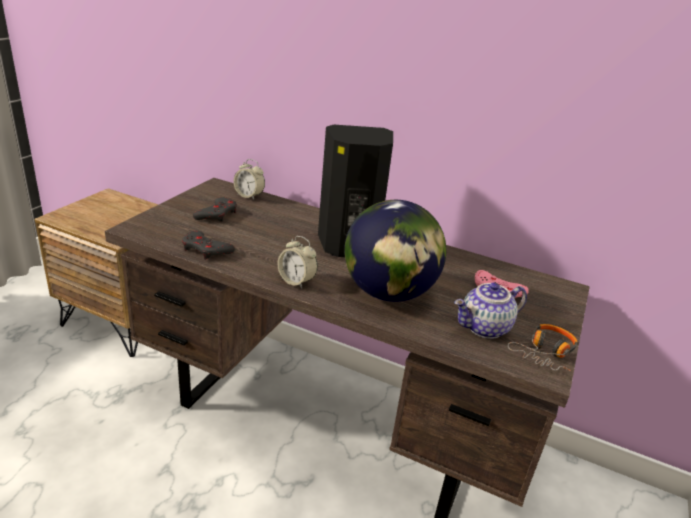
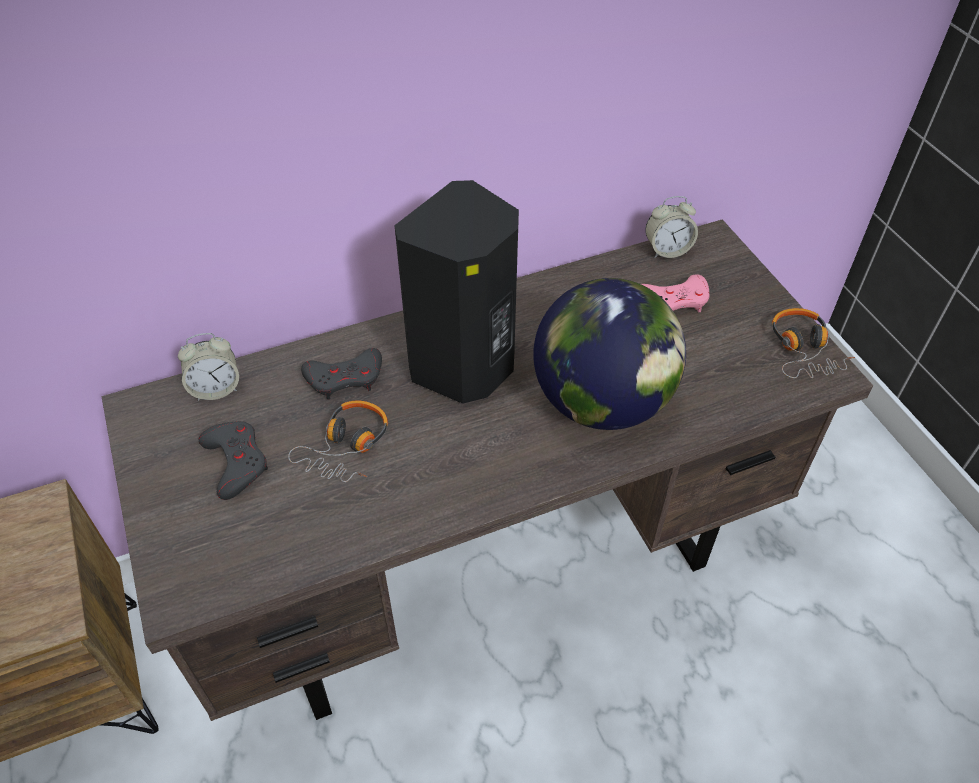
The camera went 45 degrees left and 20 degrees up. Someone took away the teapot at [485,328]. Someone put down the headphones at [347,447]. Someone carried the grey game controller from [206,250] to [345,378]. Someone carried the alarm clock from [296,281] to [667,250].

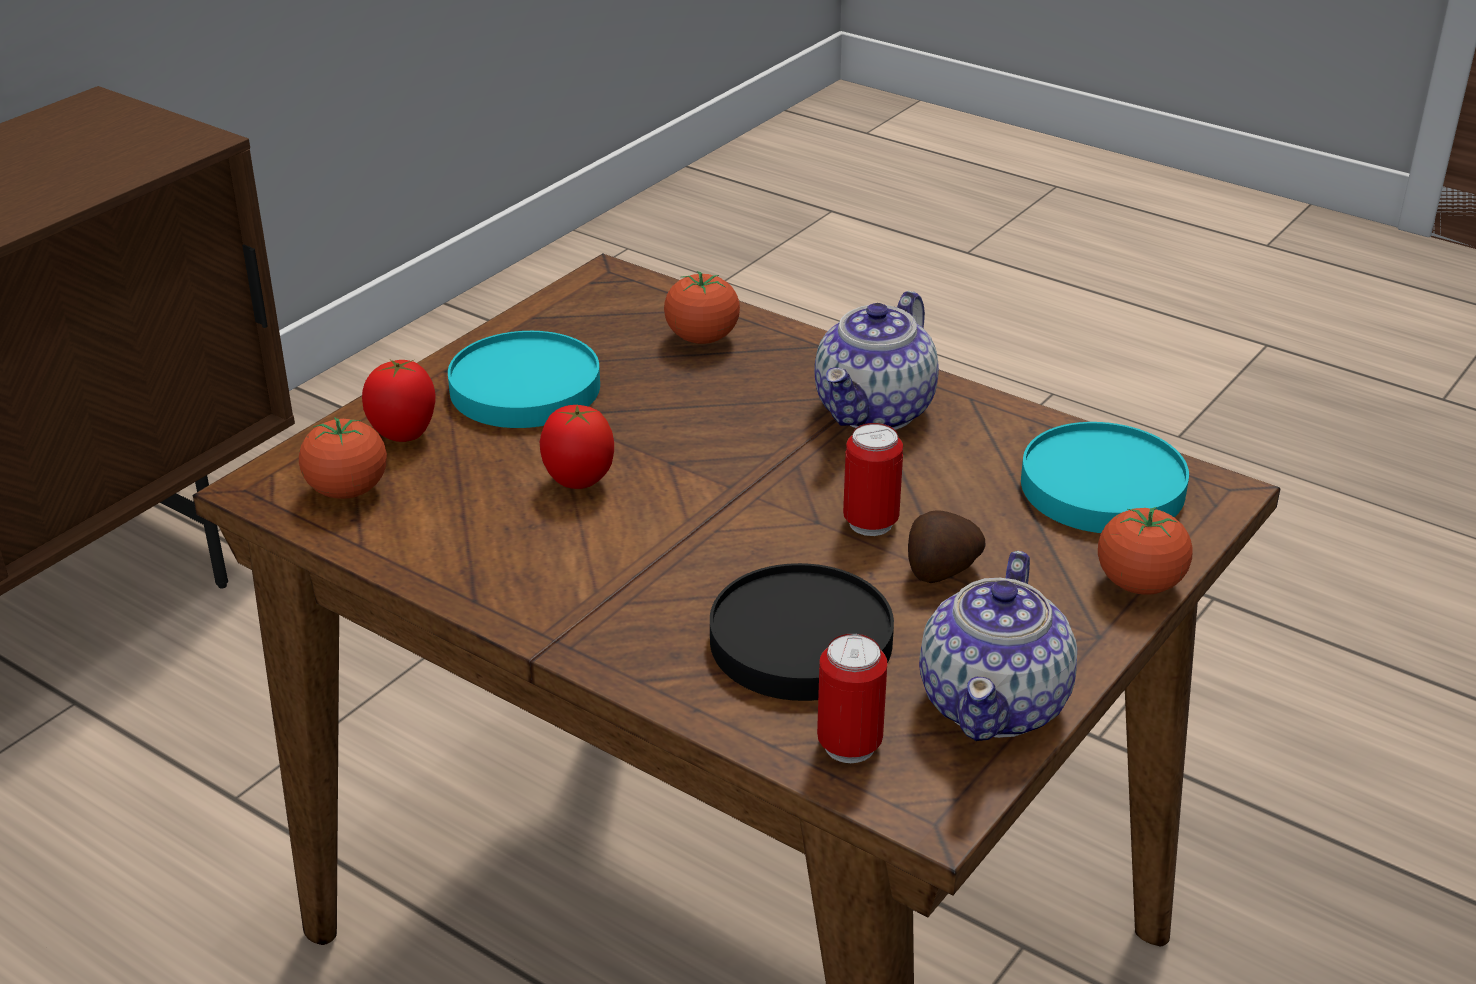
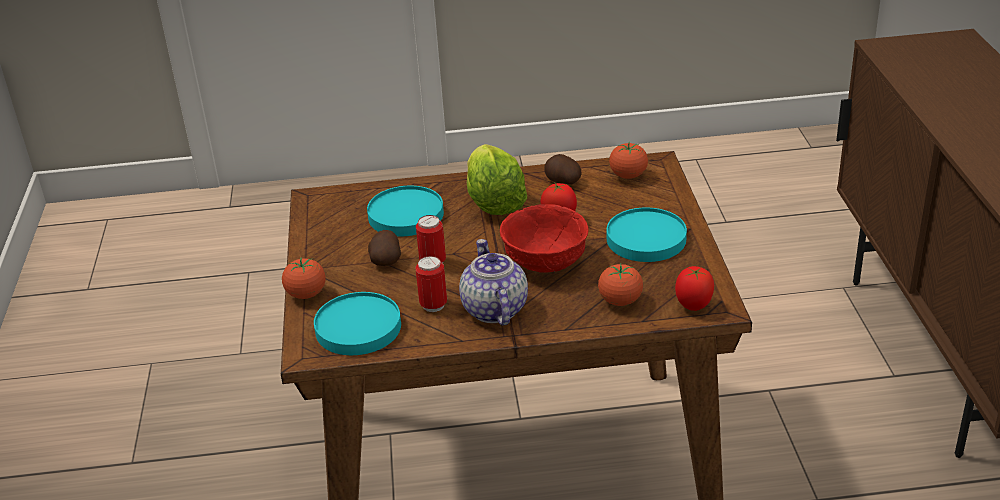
The camera went 140 degrees right and 0 degrees up. Someone took away the teapot at [995,703]. Someone put down the lettuce at [494,202]. Someone put down the red bowl at [544,261]. Someone put down the potato at [562,182]. Someone carried the tomato from [404,435] to [693,306]. Someone carried the can from [849,745] to [433,305]. Someone repainted the black plate at [802,640], which became the turquoise plate at [405,215].

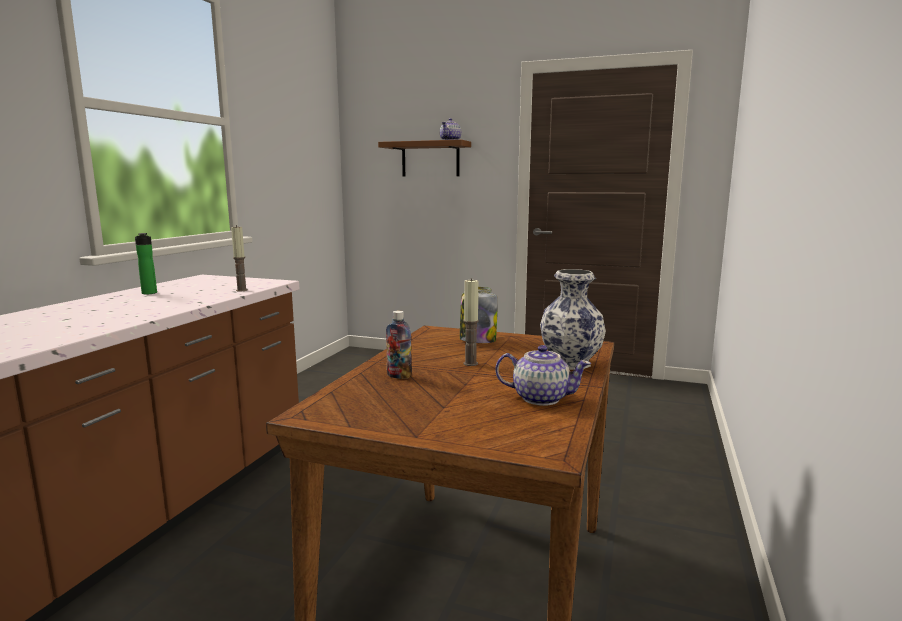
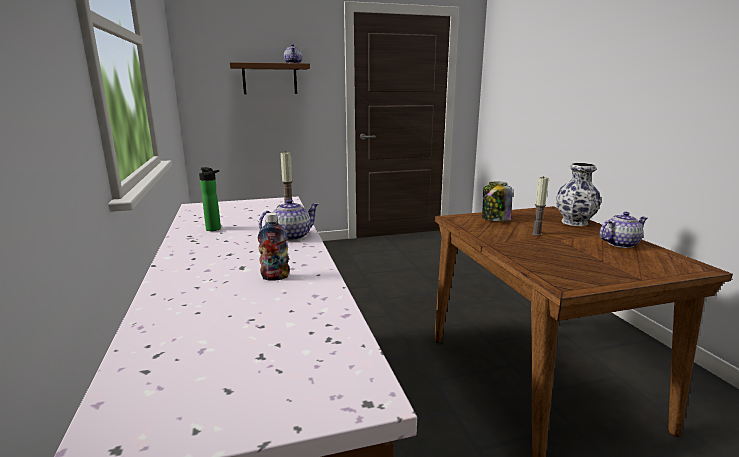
The camera went 35 degrees left and 5 degrees up. Someone put down the teapot at [290,236]. Someone carried the bottle from [399,376] to [275,277].

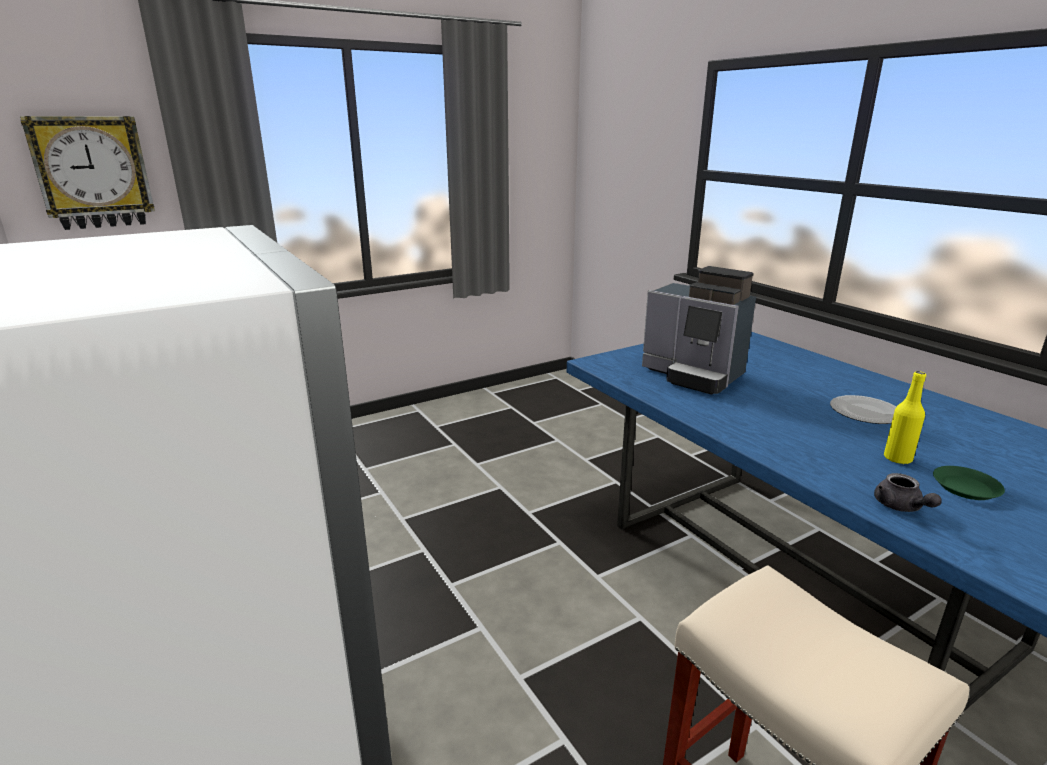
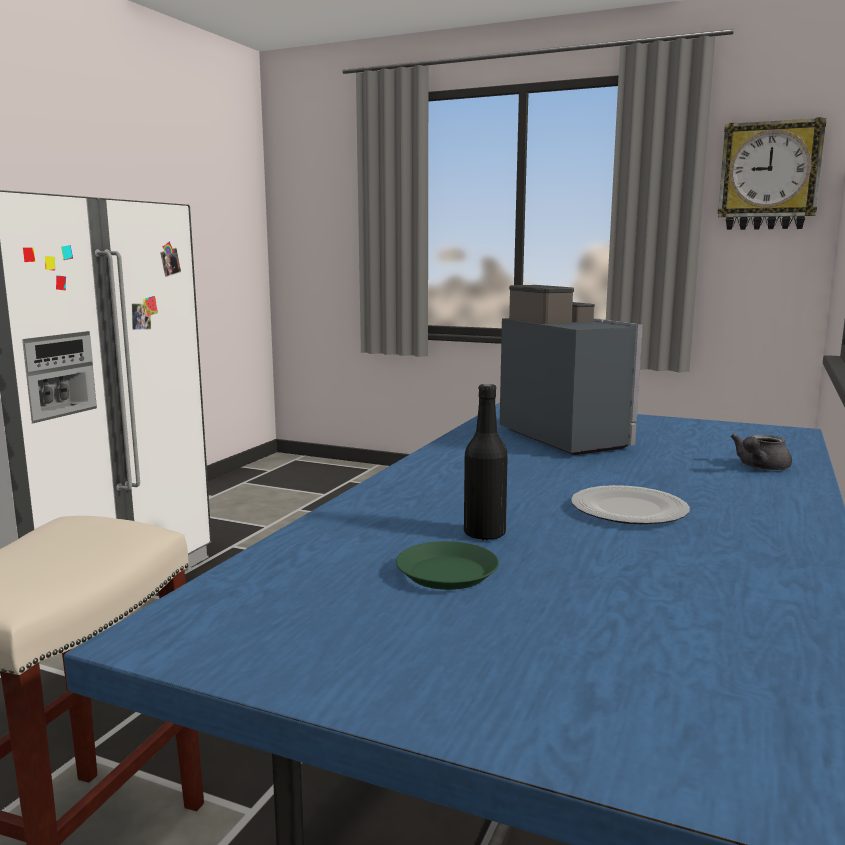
The camera went 55 degrees right and 10 degrees down. Someone carried the wall clock from [93,172] to [769,176]. Someone carried the grey teapot from [901,507] to [760,467]. Someone repainted the yellow bottle at [897,458], which became the black bottle at [484,534]. Someone rotated the coffee machine at [694,375] by 150 degrees clockwise.

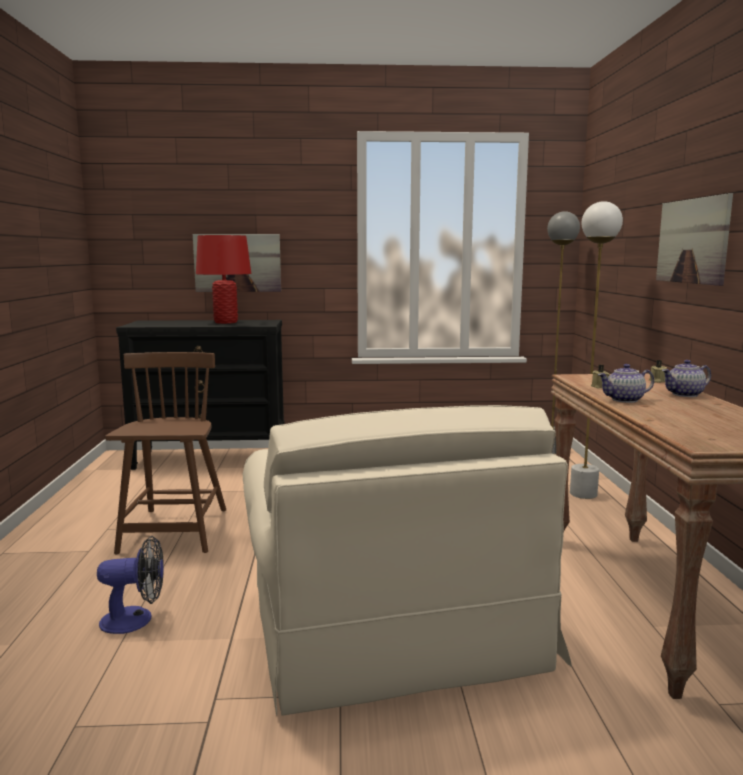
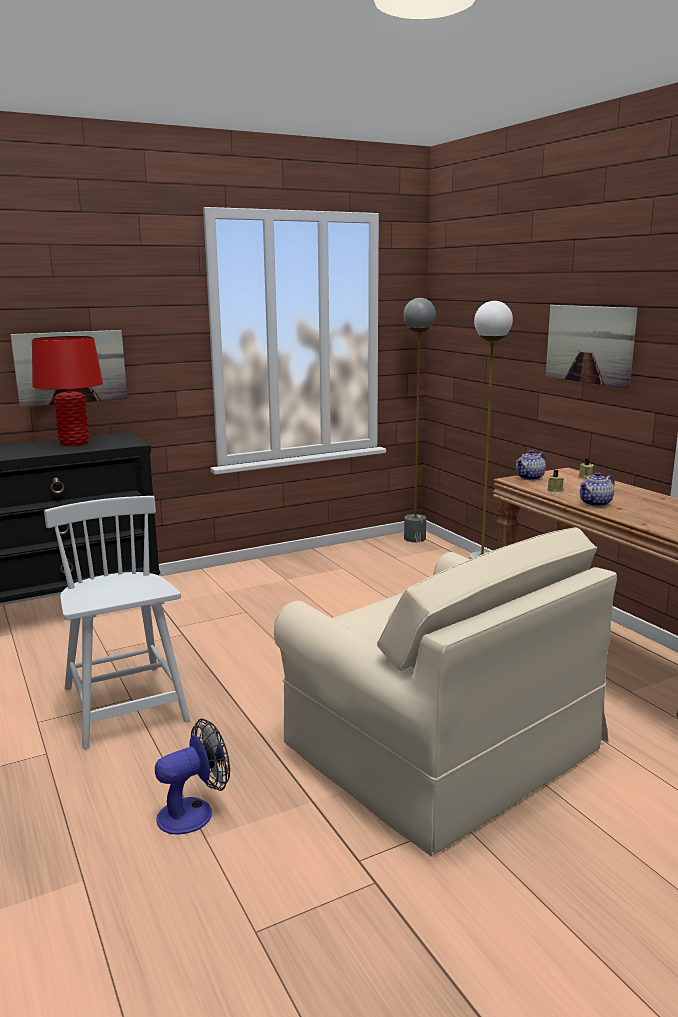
The camera went 25 degrees left and 5 degrees up. Someone carried the teapot from [685,395] to [530,478]. Someone repainted the brown chair at [174,531], which became the white chair at [125,706].

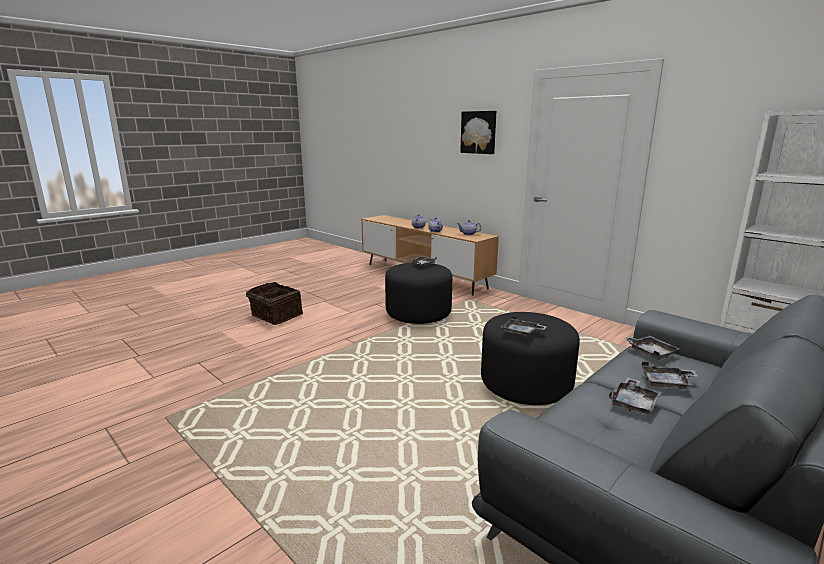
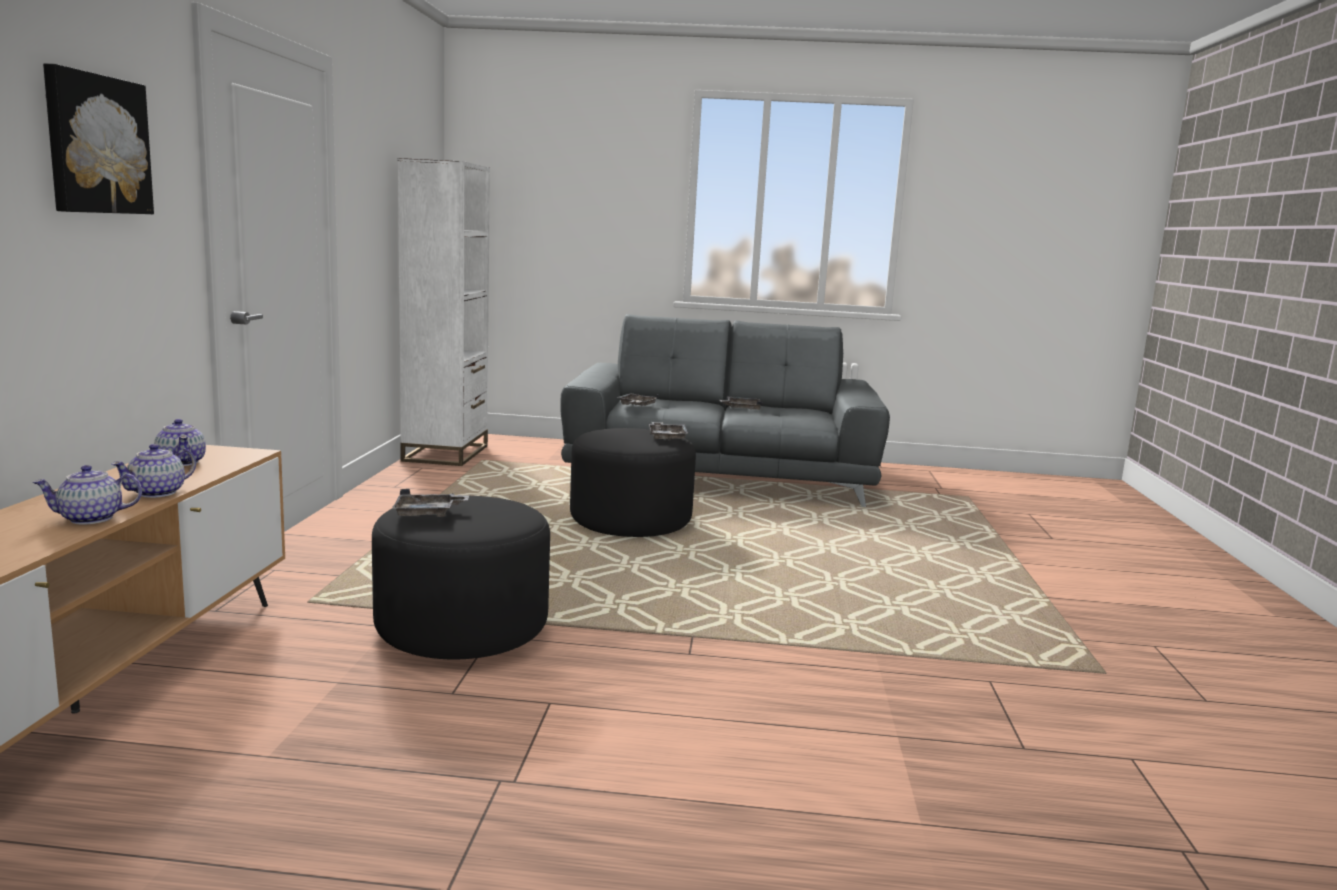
The camera went 130 degrees left and 5 degrees down. Someone took away the basket at [275,316]. Someone took away the grey tray at [667,383].

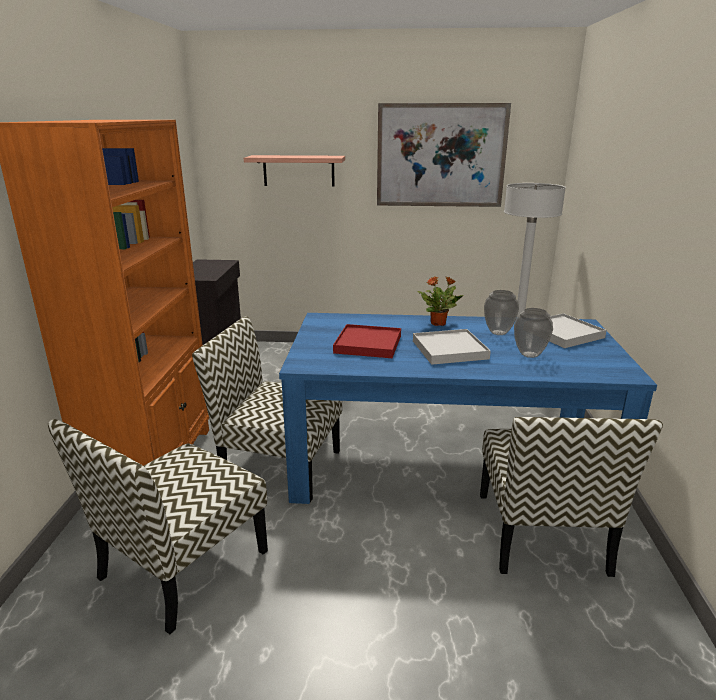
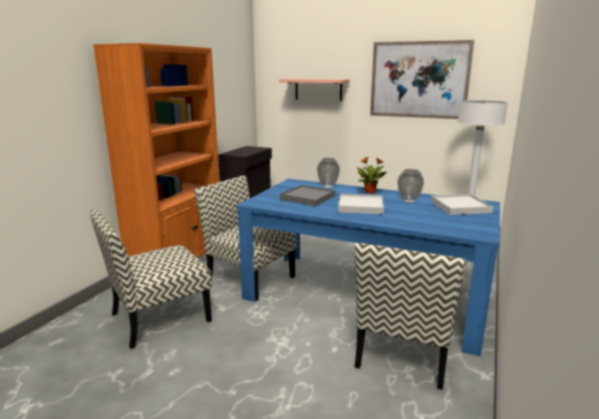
The camera went 20 degrees right and 5 degrees down. Someone carried the vase from [530,354] to [328,186]. Someone repainted the red tray at [368,344], which became the grey tray at [308,198].

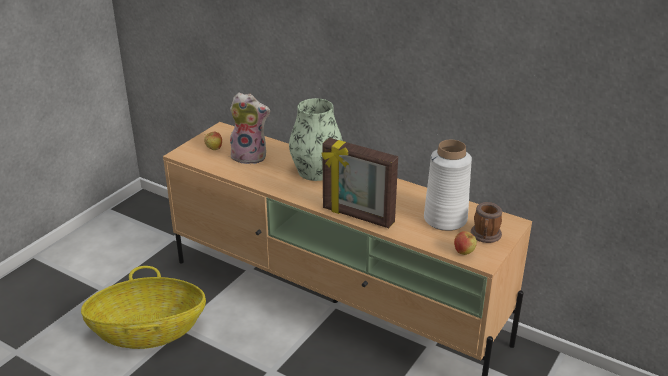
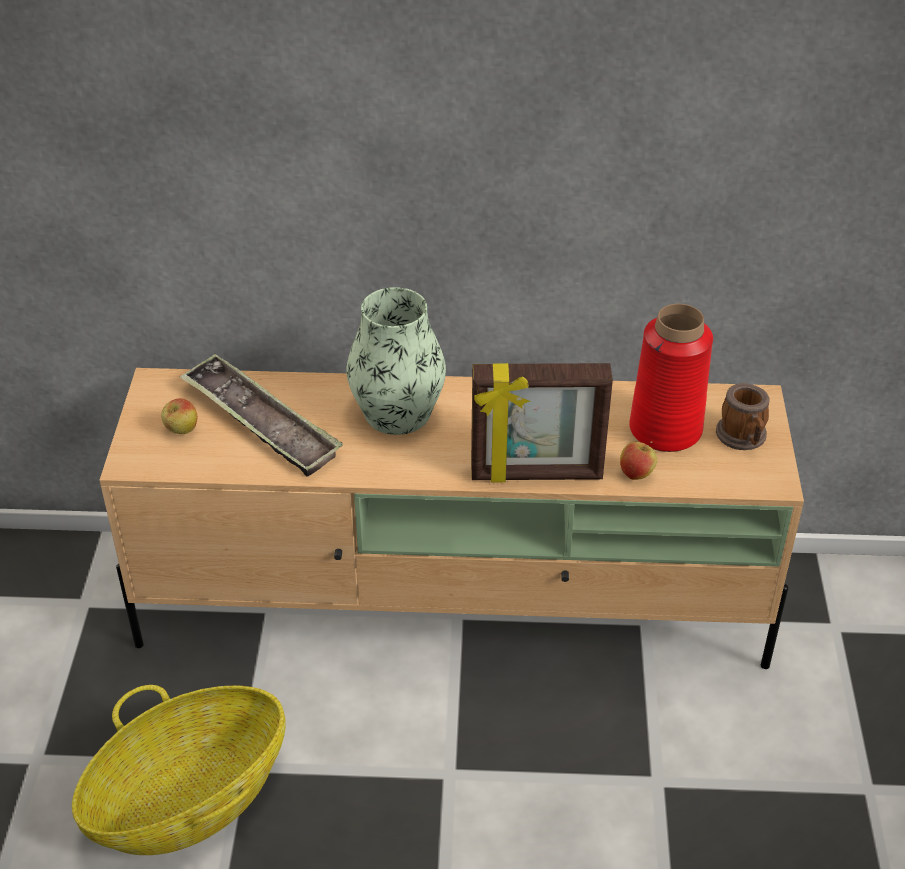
The camera went 30 degrees left and 10 degrees up. Someone carried the apple from [464,252] to [636,474]. Someone swapped the plush toy at [250,156] for the tray at [261,422]. Someone repainted the white vase at [445,219], which became the red vase at [666,429].

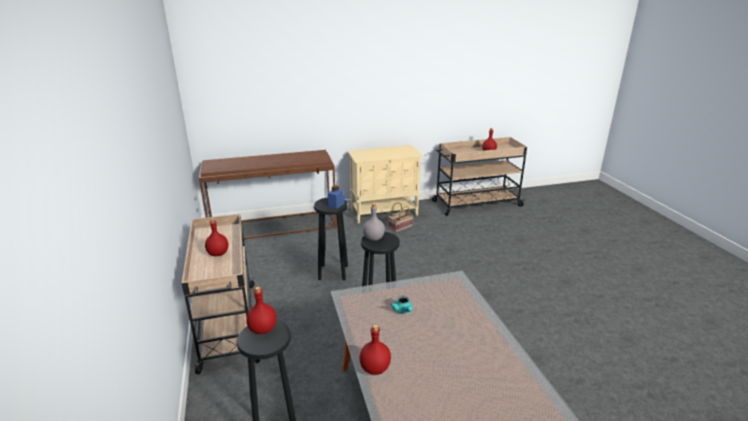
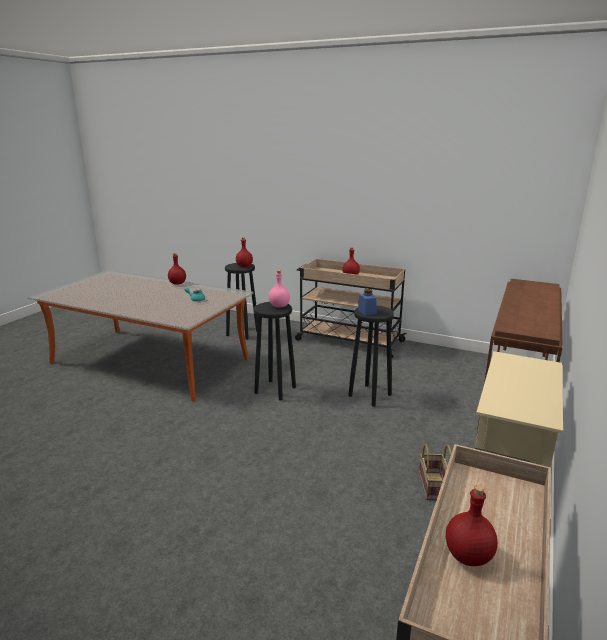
The camera went 130 degrees right and 5 degrees down. Someone repainted the grey bottle at [374,238], which became the pink bottle at [279,306].

